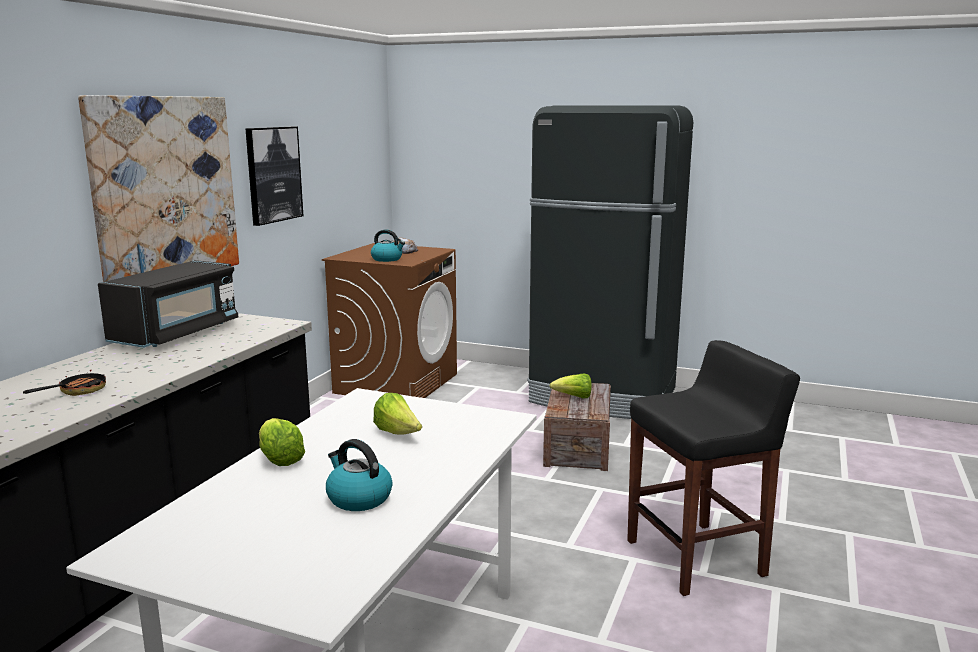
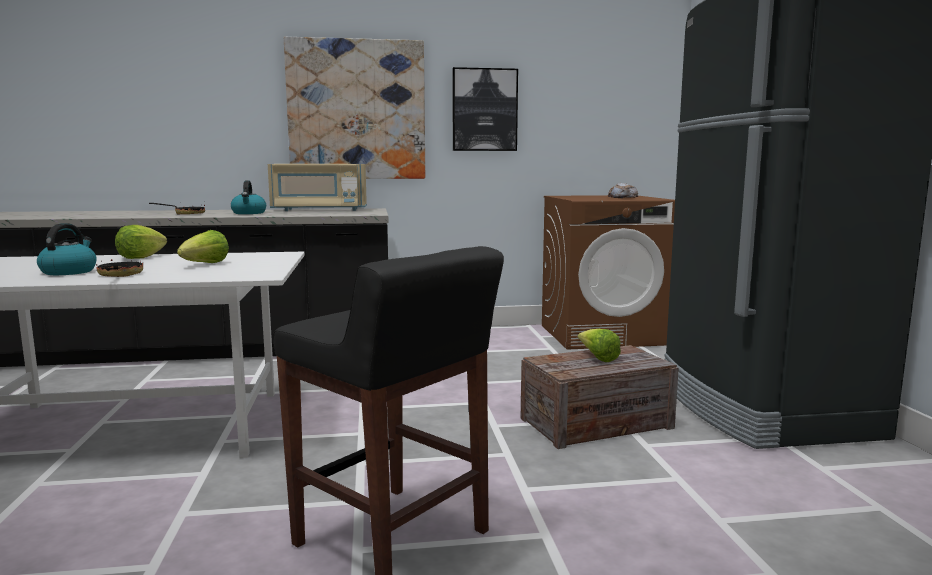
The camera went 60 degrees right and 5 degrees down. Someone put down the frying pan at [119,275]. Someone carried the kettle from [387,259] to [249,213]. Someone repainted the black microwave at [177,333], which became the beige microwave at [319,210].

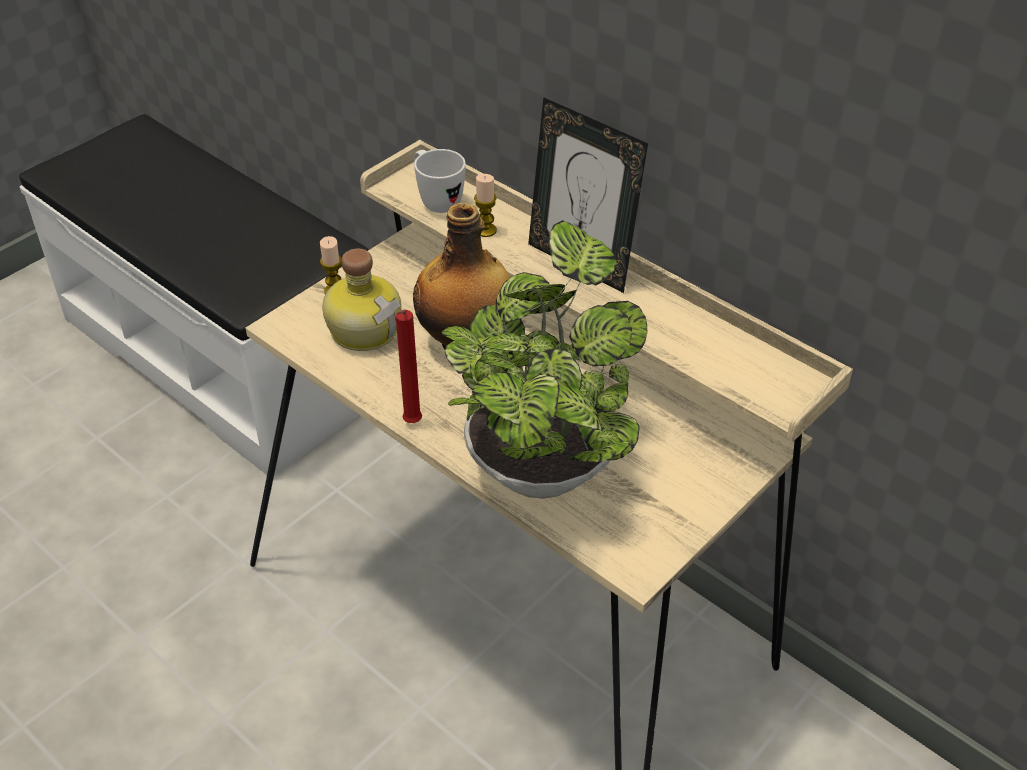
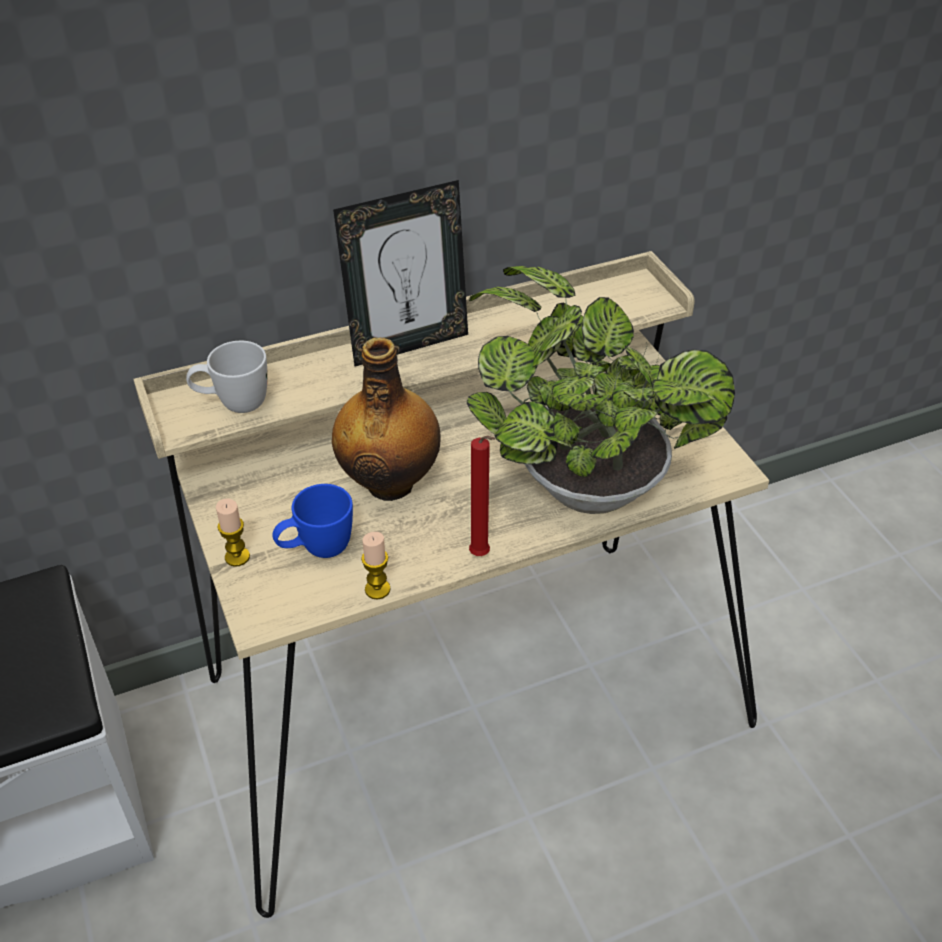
The camera went 65 degrees left and 0 degrees up. Someone carried the candle from [485,230] to [377,589]. Someone swapped the bottle at [364,328] for the blue mug at [316,550].

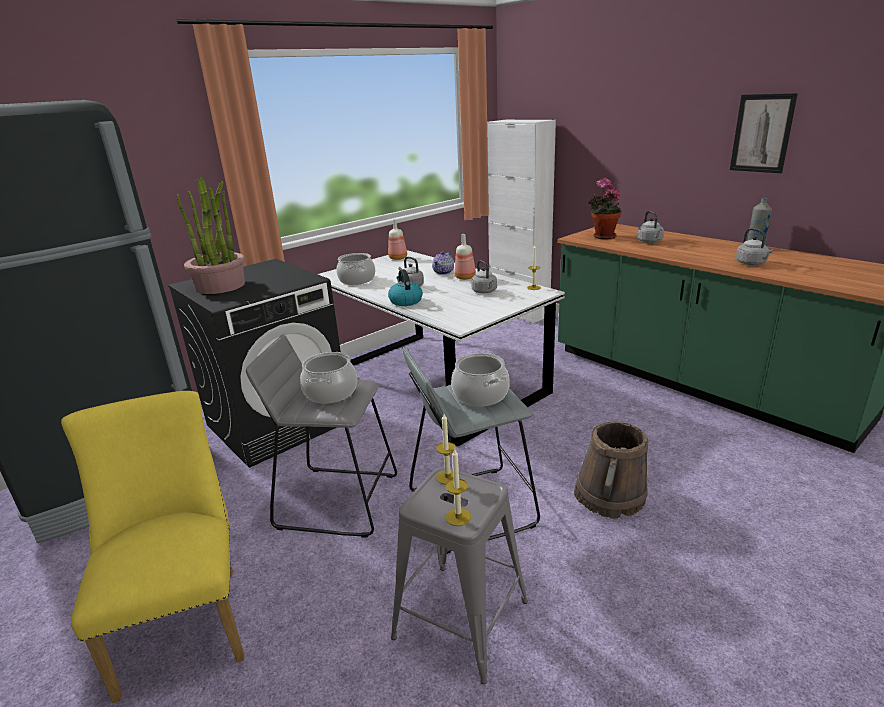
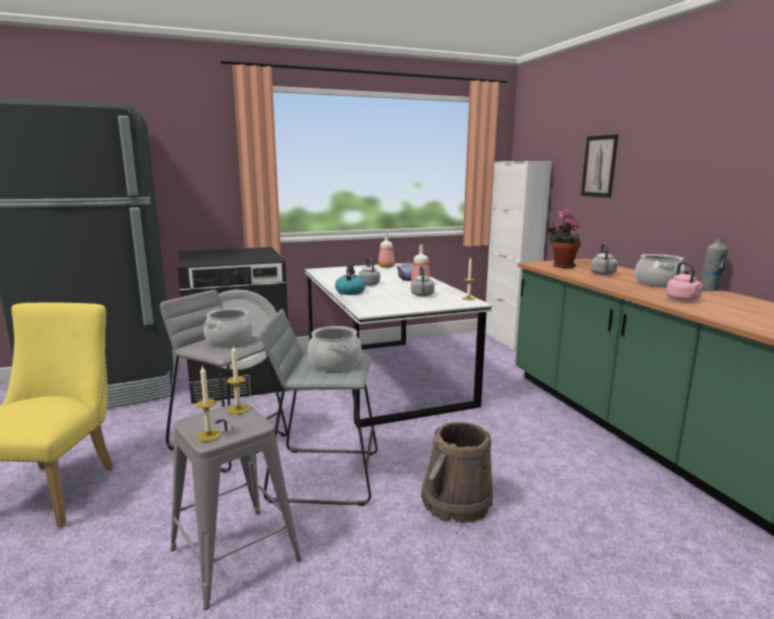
The camera went 20 degrees right and 10 degrees down. Someone took away the potted plant at [221,286]. Someone carried the cooking pot from [357,280] to [658,283]. Someone carried the picture from [762,133] to [599,166]. Someone repainted the grey kettle at [752,263], which became the pink kettle at [683,300].

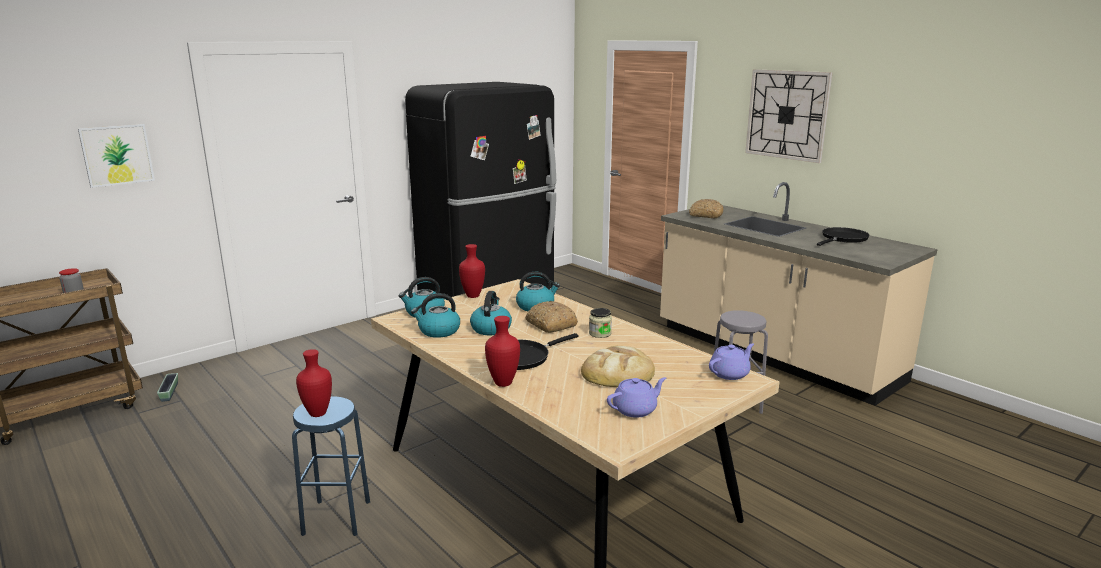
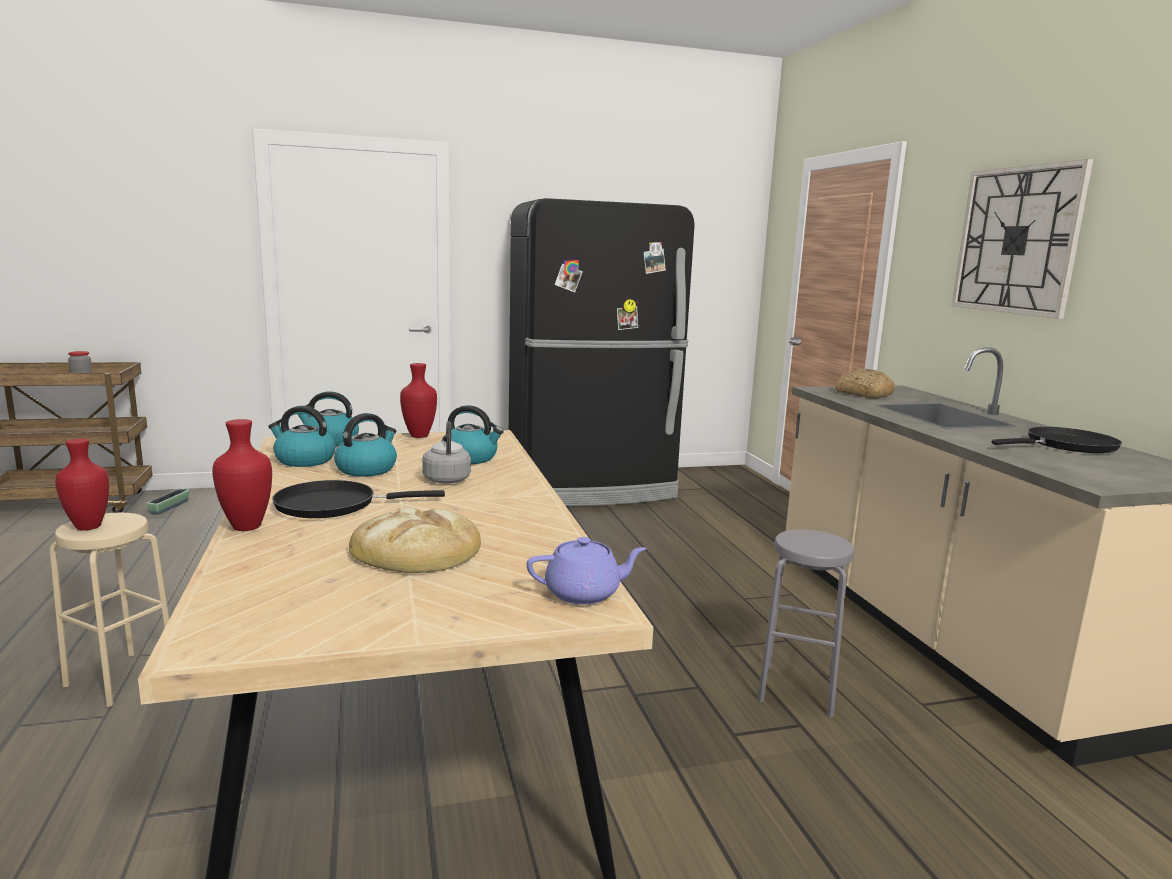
The camera went 25 degrees right and 5 degrees down. Someone took away the picture at [117,155]. Someone took away the jar at [600,333]. Someone took away the purple teapot at [635,409]. Someone swapped the bread at [550,324] for the grey kettle at [447,479]. Someone repainted the blue stool at [336,517], which became the beige stool at [121,678].

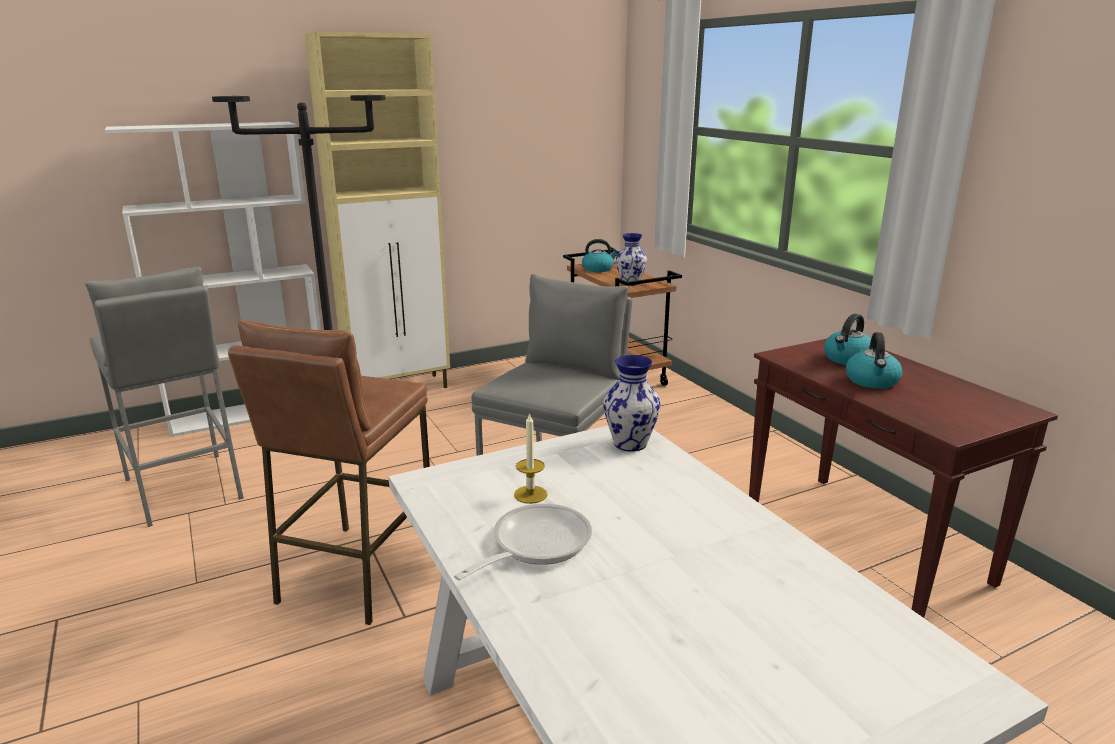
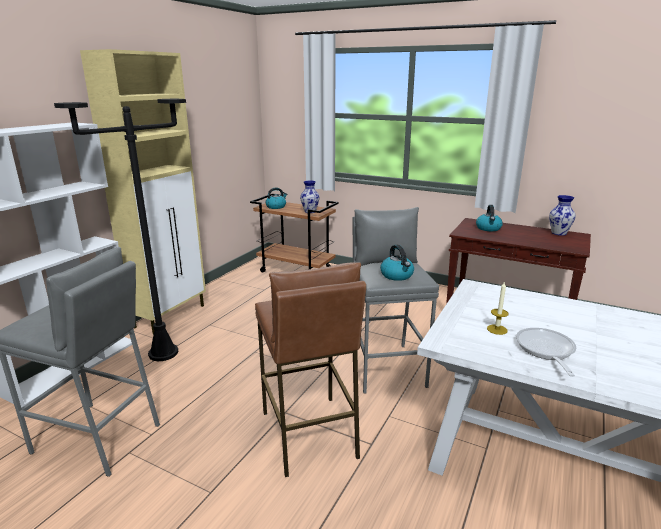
The camera went 35 degrees left and 0 degrees up. Someone carried the vase from [630,443] to [558,233]. Someone carried the kettle from [872,381] to [397,275].

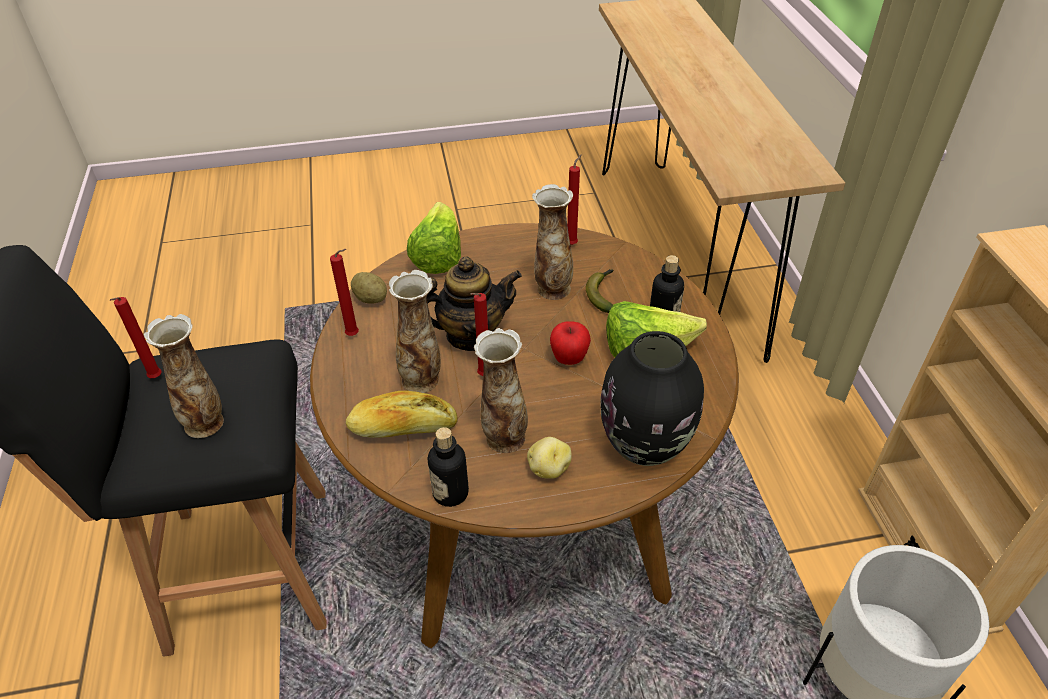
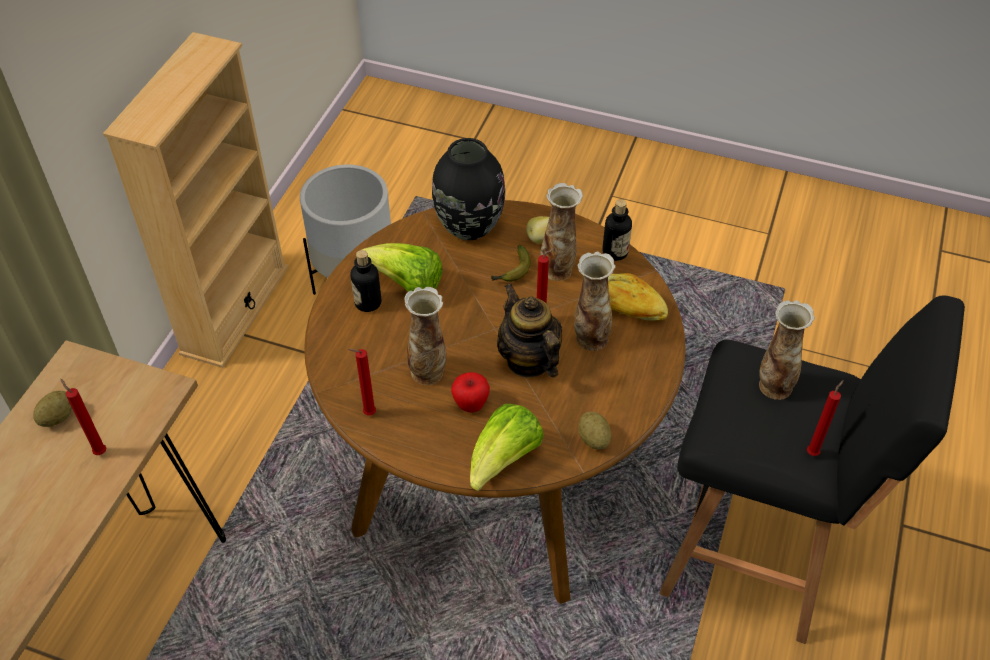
The camera went 150 degrees left and 5 degrees up. Someone put down the potato at [58,417]. Someone carried the red candle from [354,335] to [99,451]. Someone carried the apple from [569,359] to [470,405]. Someone carried the banana from [603,294] to [512,271]. Someone rotated the teapot at [470,335] by 45 degrees clockwise.

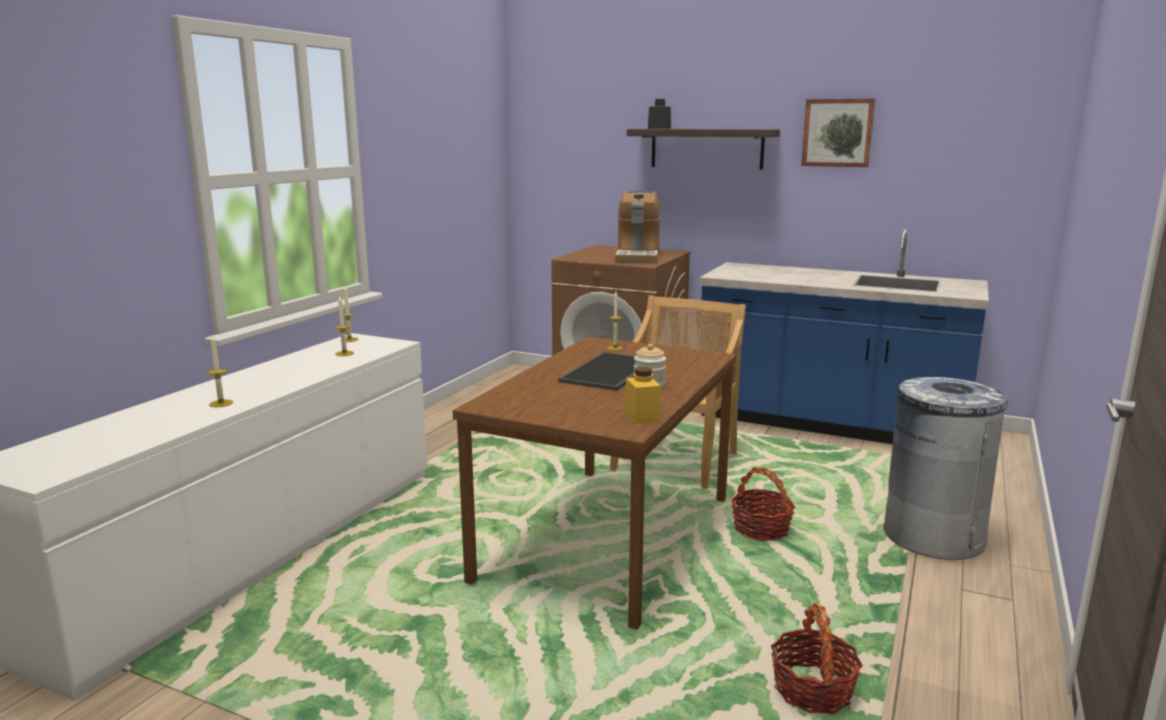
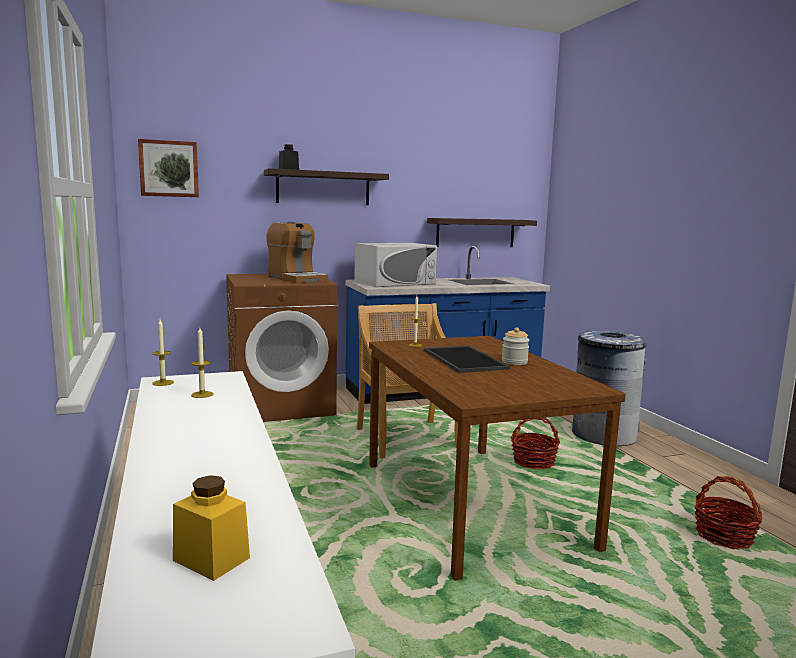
The camera went 45 degrees left and 5 degrees down. Someone took away the candle at [221,403]. Someone put down the white microwave at [395,283]. Someone put up the shelf at [475,232]. Someone carried the yellow jar from [642,416] to [211,559]. Someone carried the picture from [837,133] to [169,168].

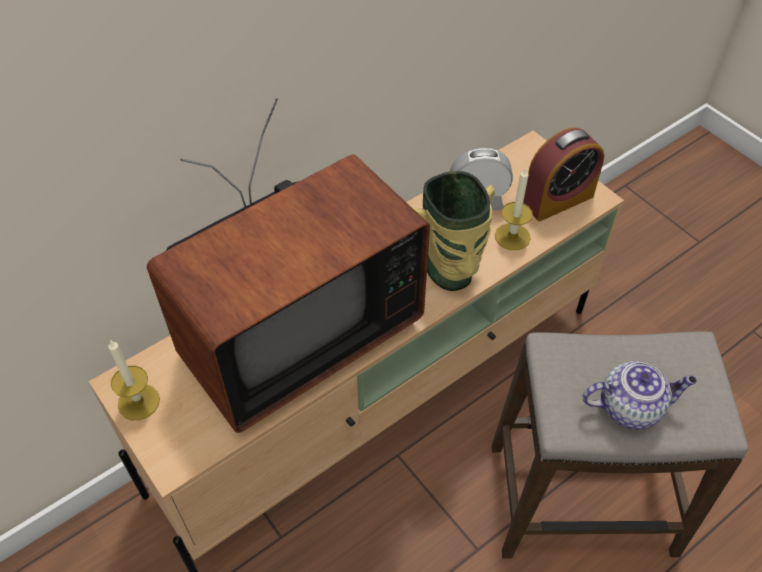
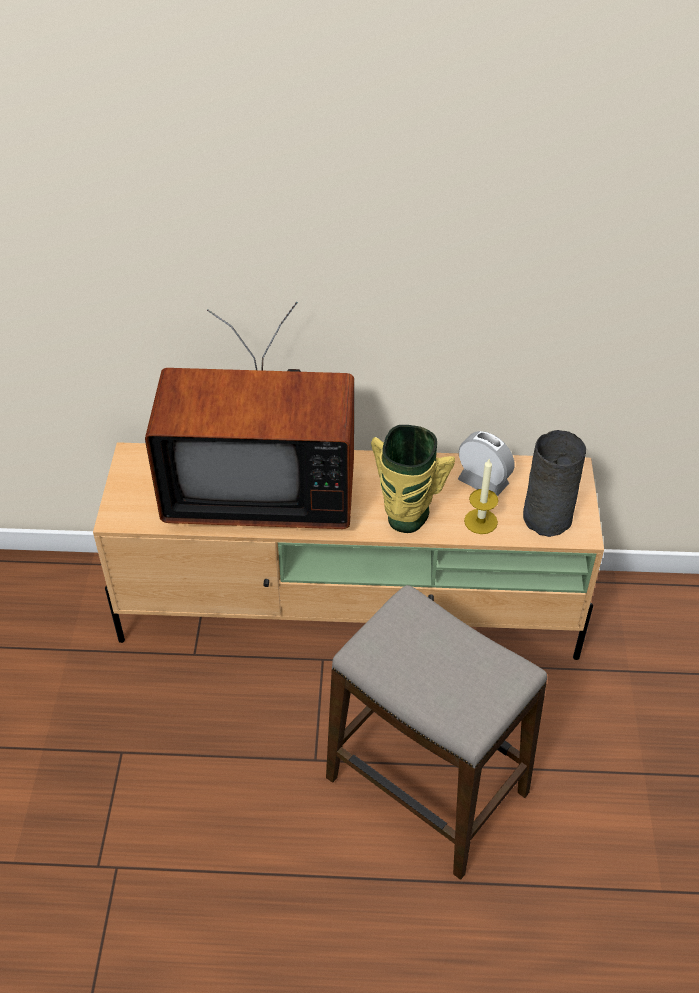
The camera went 40 degrees right and 5 degrees down. Someone took away the candle at [138,402]. Someone took away the teapot at [631,407]. Someone swapped the alarm clock at [558,199] for the grey vase at [548,517].

